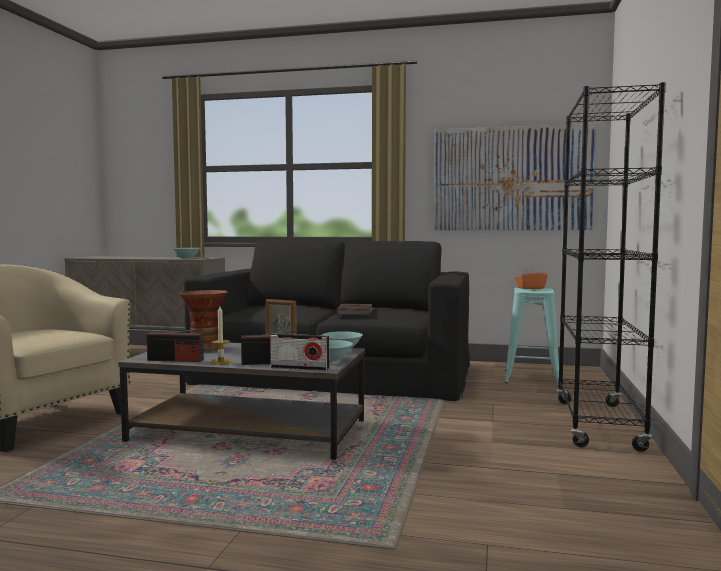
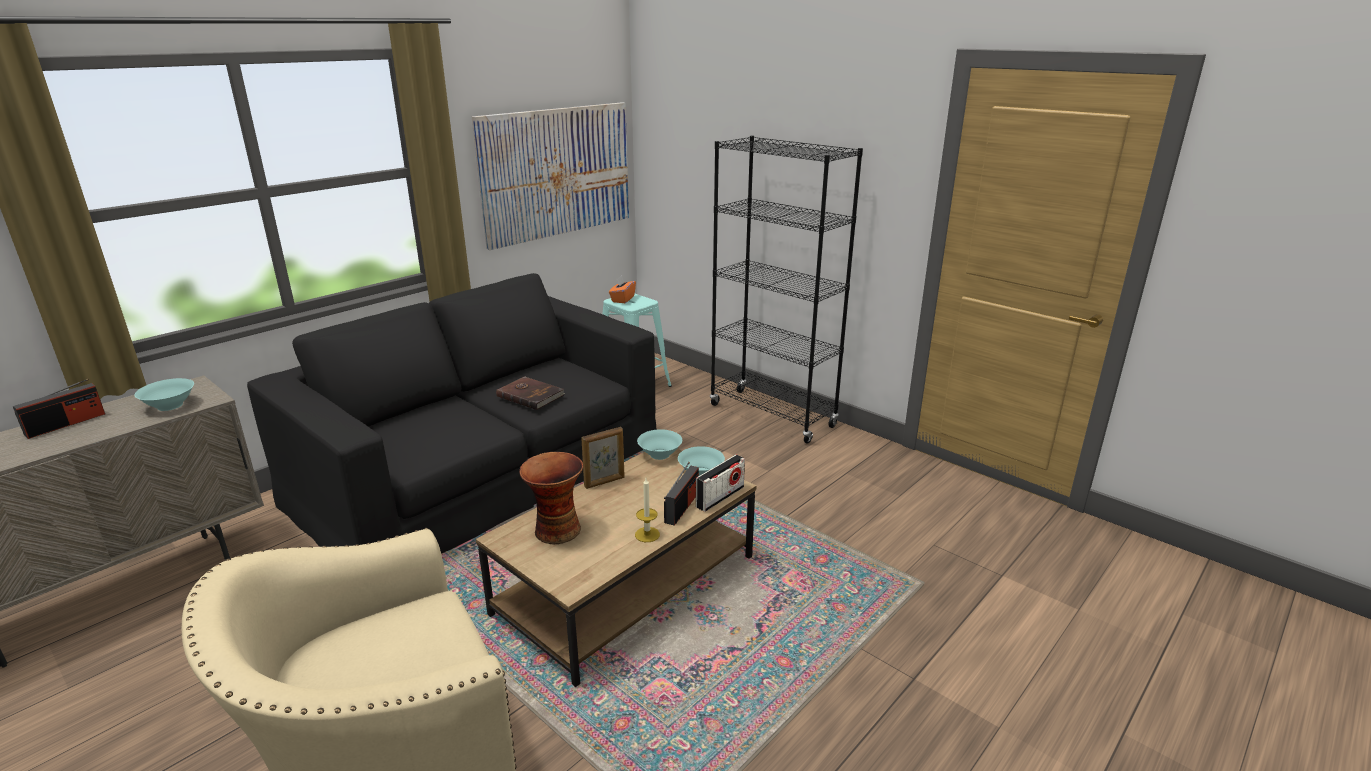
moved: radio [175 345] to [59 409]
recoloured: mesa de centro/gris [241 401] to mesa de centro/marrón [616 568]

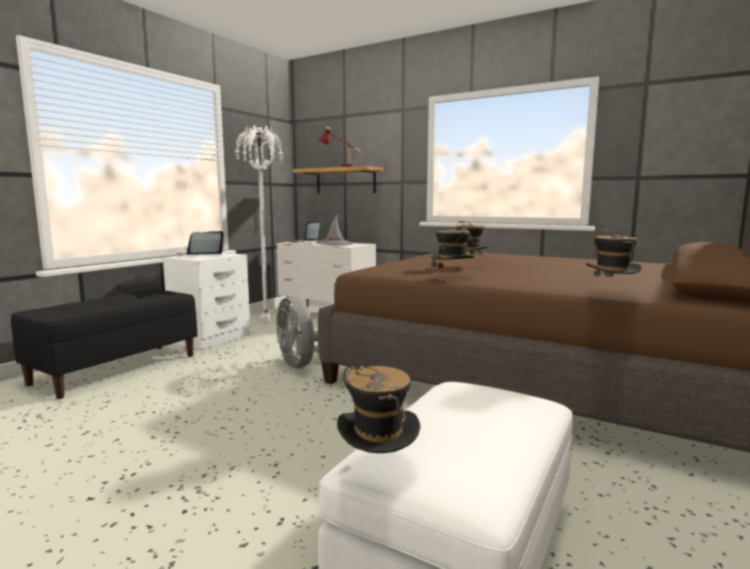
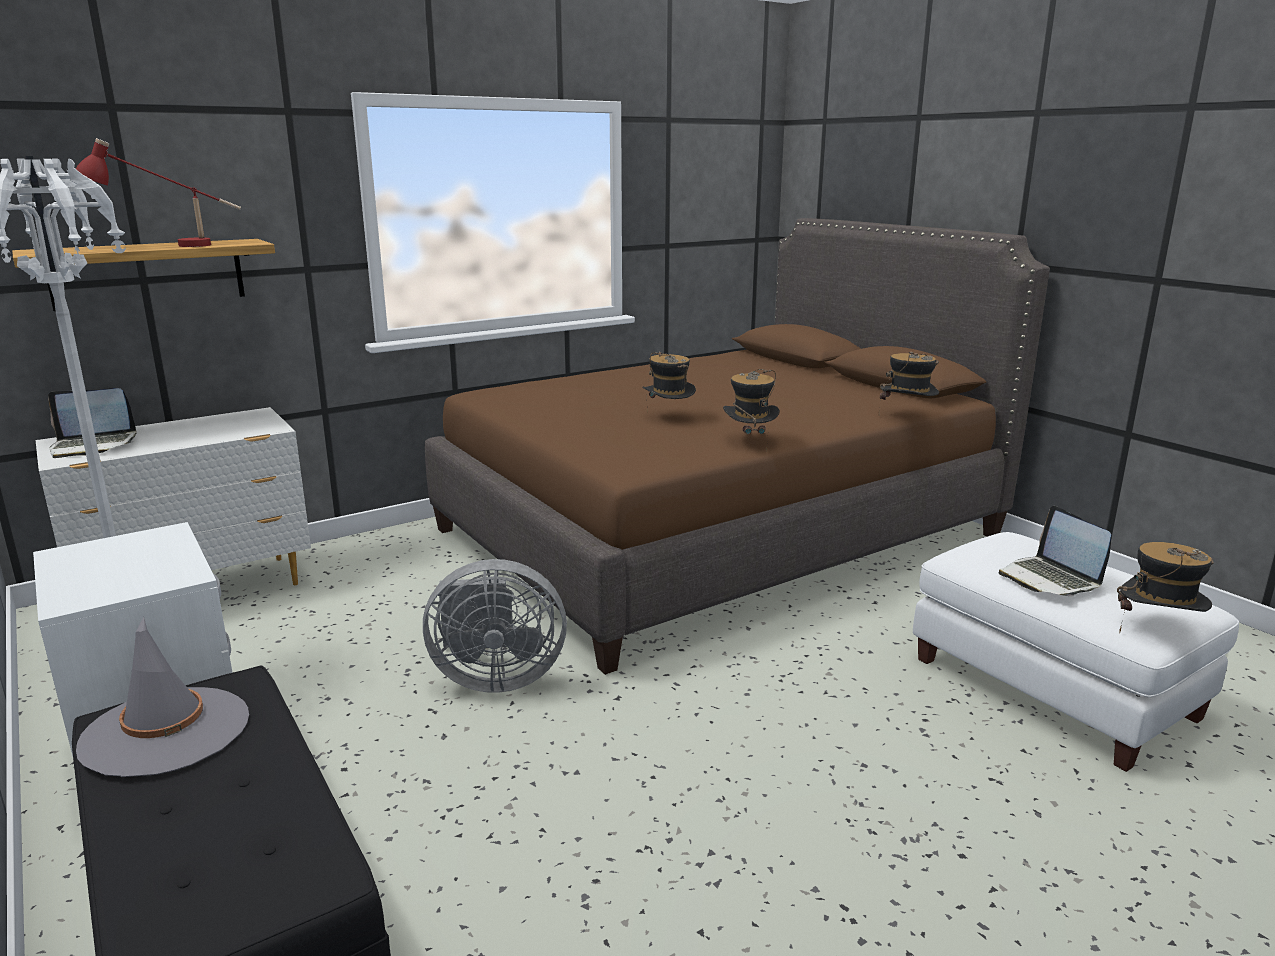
moved: sombrero/gris [334 230] to [162 697]; portátil [200 243] to [1055 551]

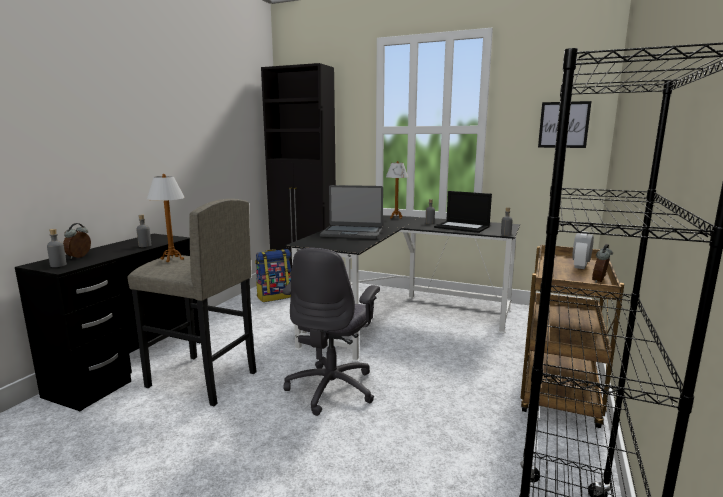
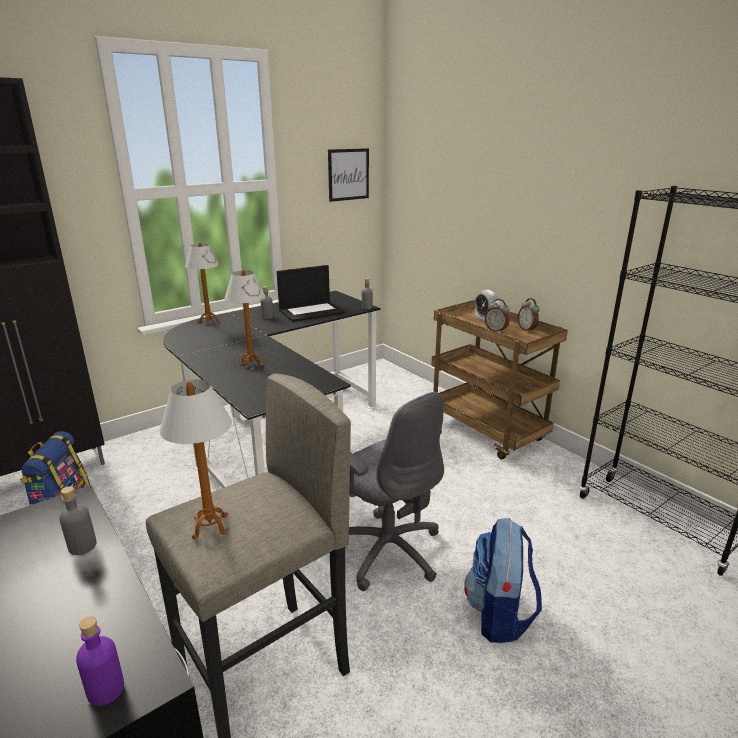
added: mochila [503 580]
moved: despertador [77 241] to [497 316]
replaced: portátil [351 212] to lámpara de mesa [245 319]
recoloured: botella/gris [57 248] to botella/morado [100 661]

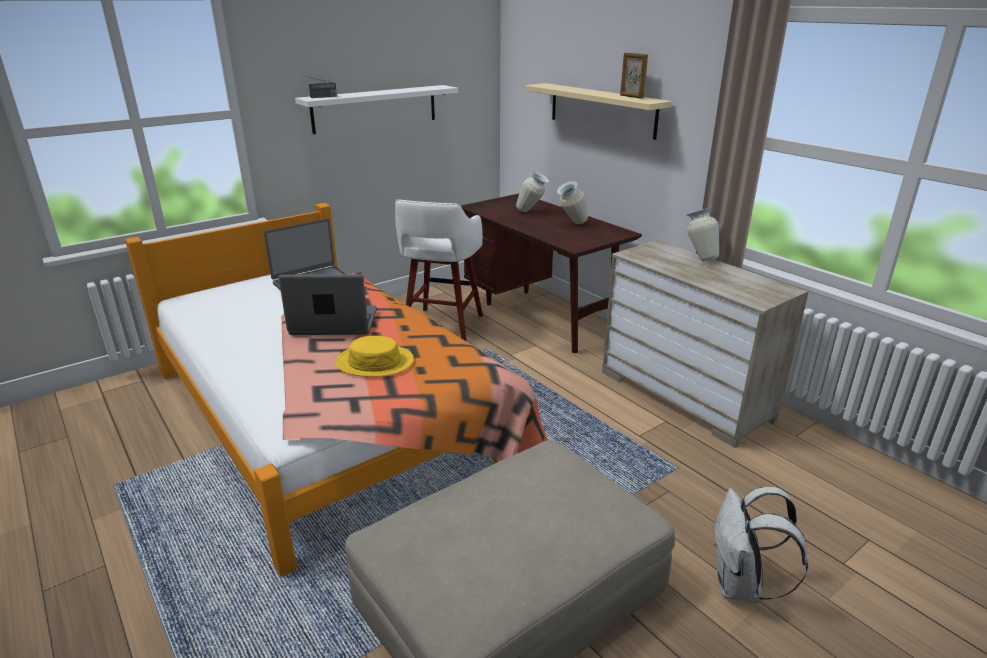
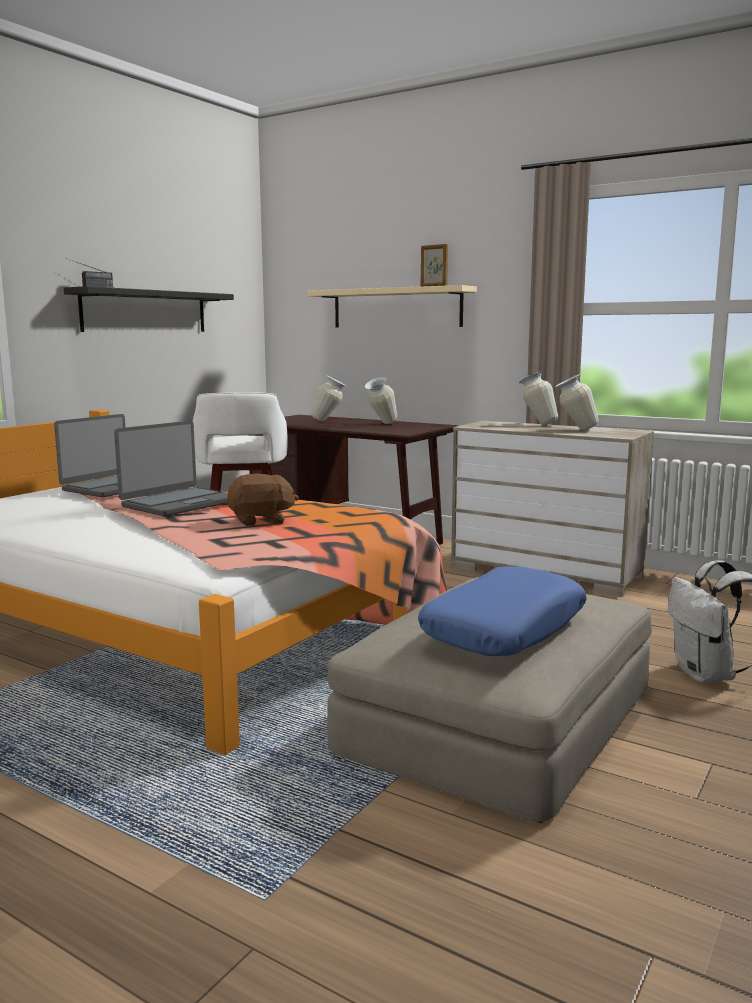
added: florero [577 402]; cojín/azul [502 611]
replaced: sombrero/amarillo [374 356] to peluche/marrón [262 500]
recoloured: estante/blanco [376 109] to estante/negro [149 309]
turned: portátil [328 304] = [171 468] 150 degrees clockwise

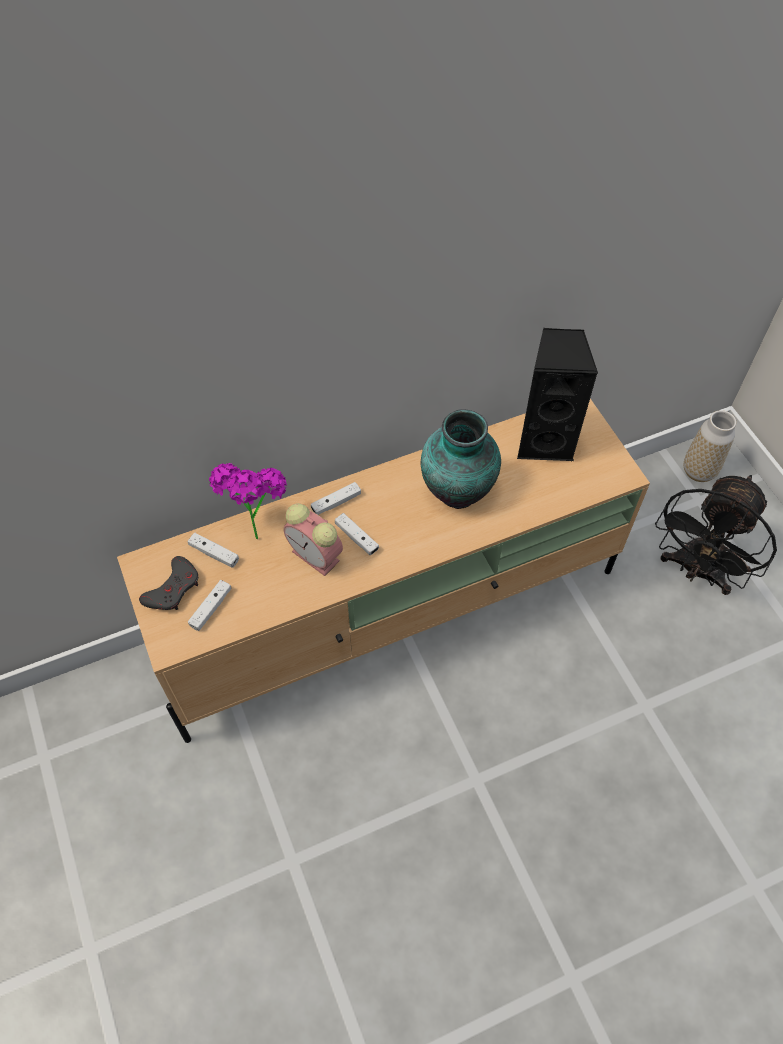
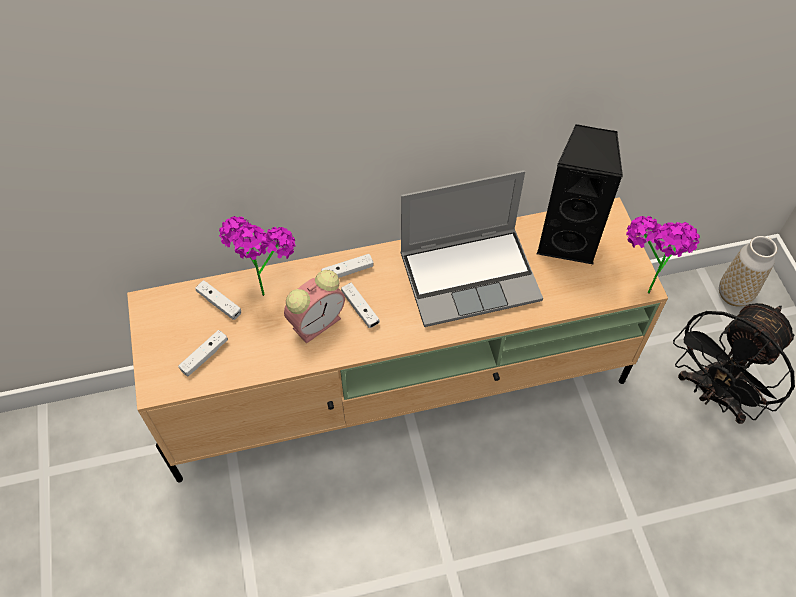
removed: mando de consola/gris [168 583]
added: planta en maceta [663 254]
replaced: florero [461 459] to portátil [471 248]
turned: despertador [313 539] = [314 307] 90 degrees counterclockwise

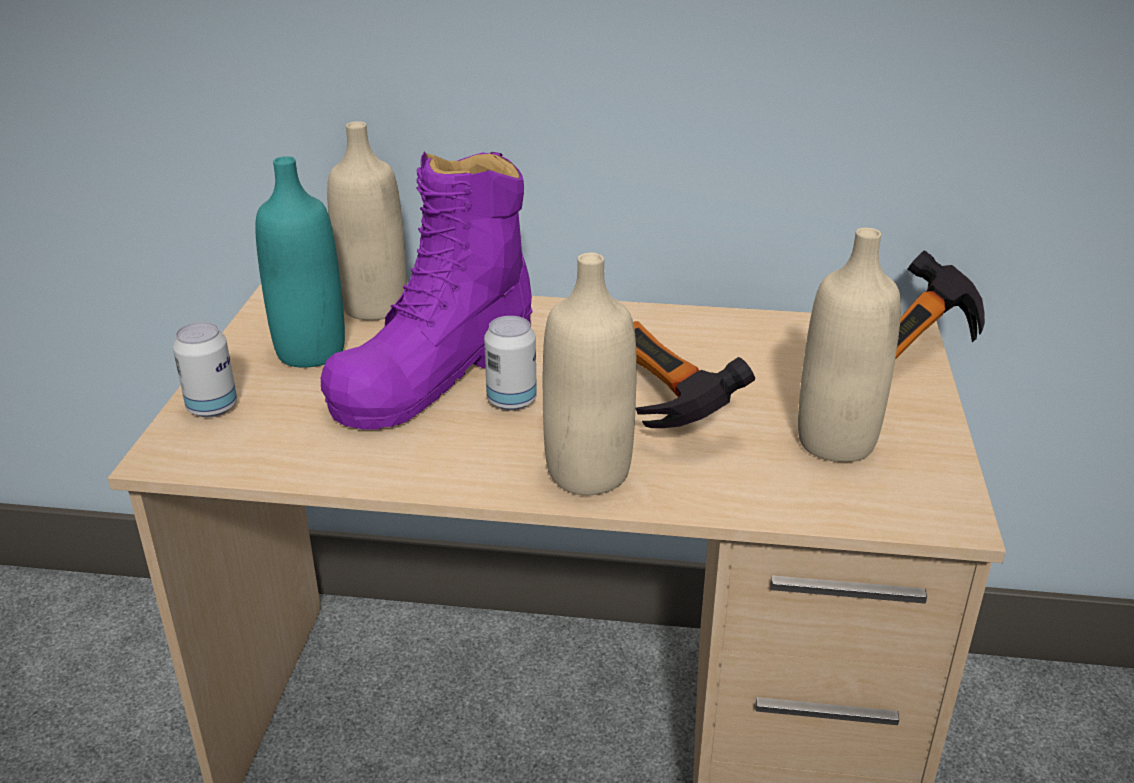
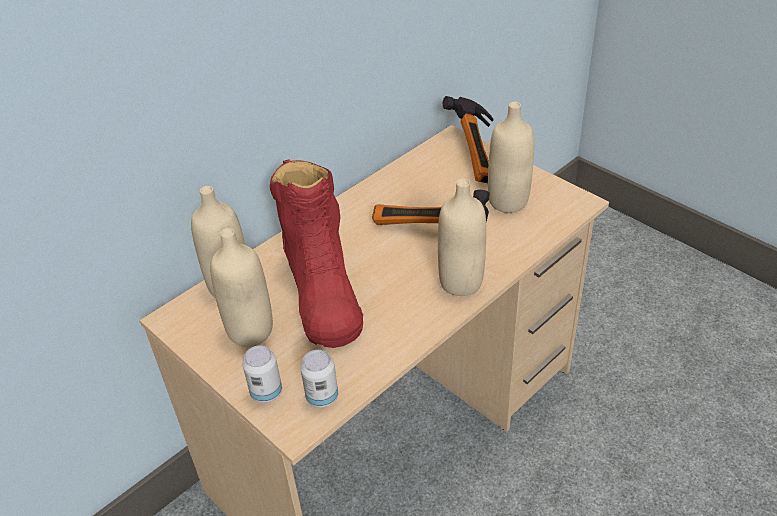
moved: lata [510 363] to [319 378]
recoloured: bota/morado [427 291] to bota/rojo [316 253]; botella/turquesa [300 262] to botella/beis [241 287]

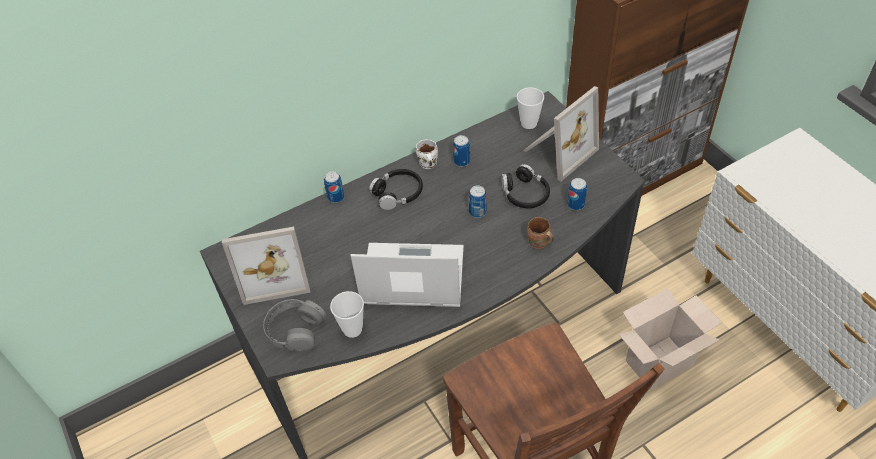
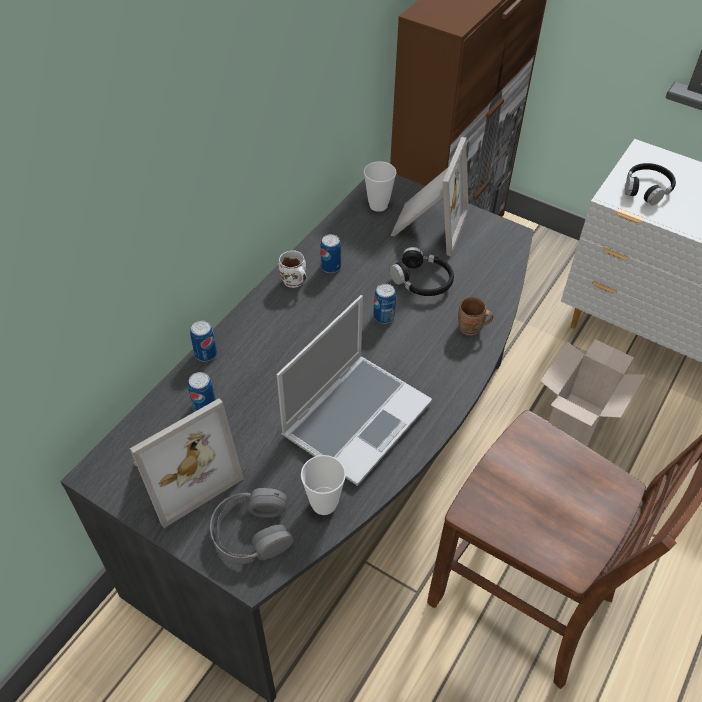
moved: auriculares/negro [396 189] to [650 184]; lata [577 194] to [202 391]
turned: portátil [407 275] = [354 390] 150 degrees clockwise

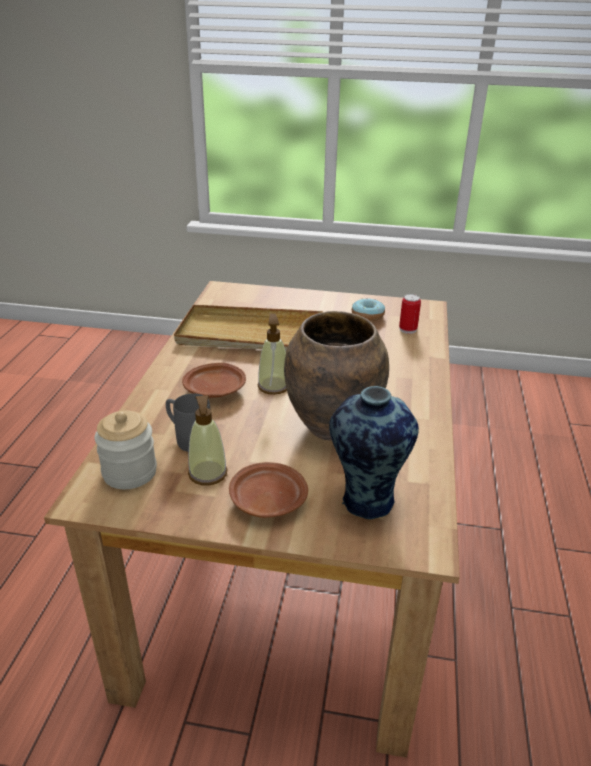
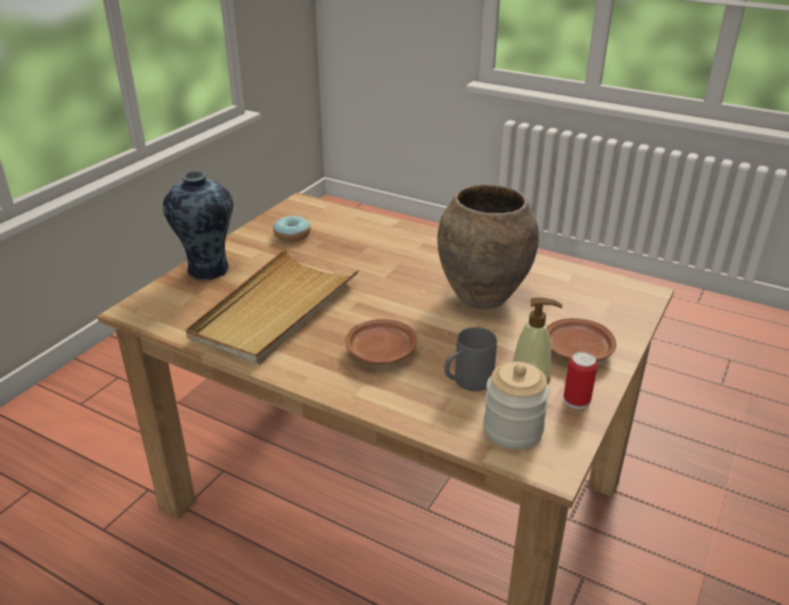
removed: dispensador de jabón [272 354]
moved: lata [410 314] to [580 380]; florero [374 452] to [198 225]

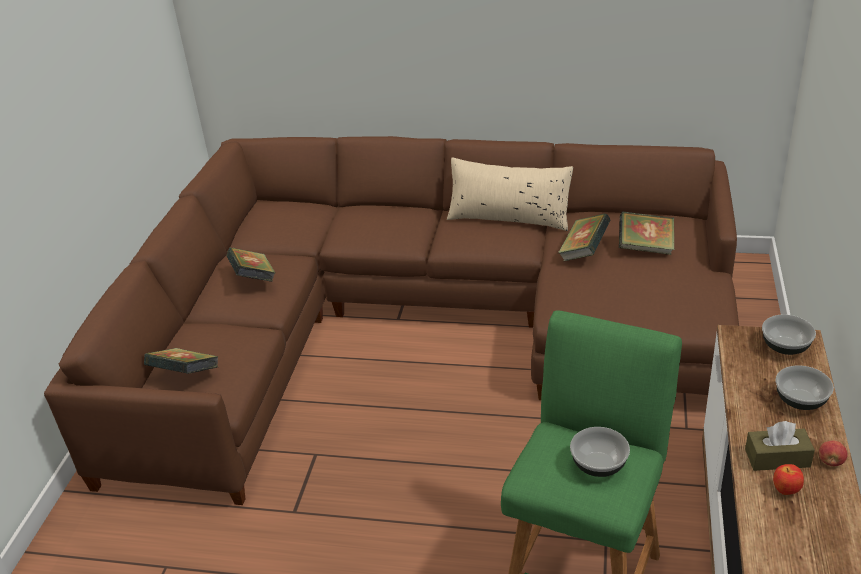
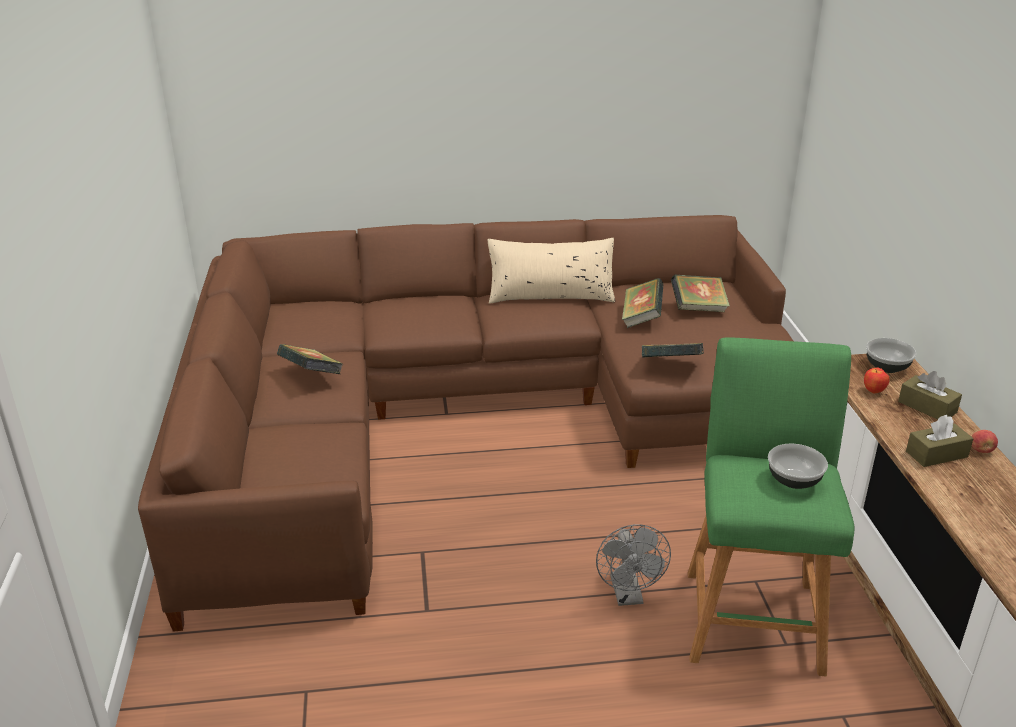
added: ventilador/gris [633 565]
moved: libro [181 361] to [673 350]; manzana [788 479] to [877 381]
replaced: cuenco [805 388] to caja de pañuelos/marrón [930 395]

